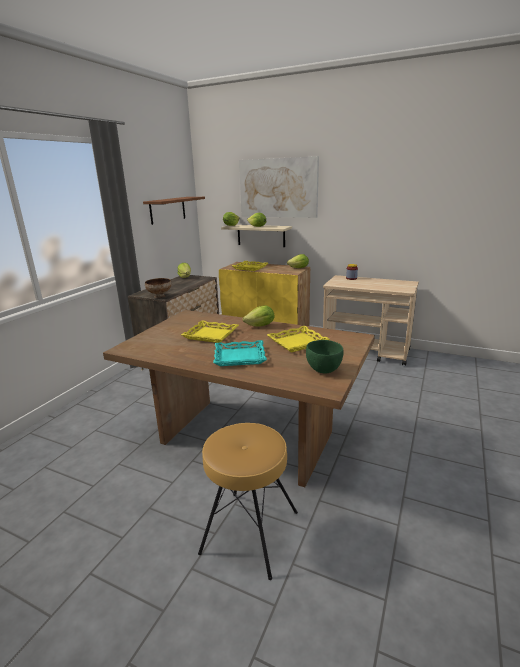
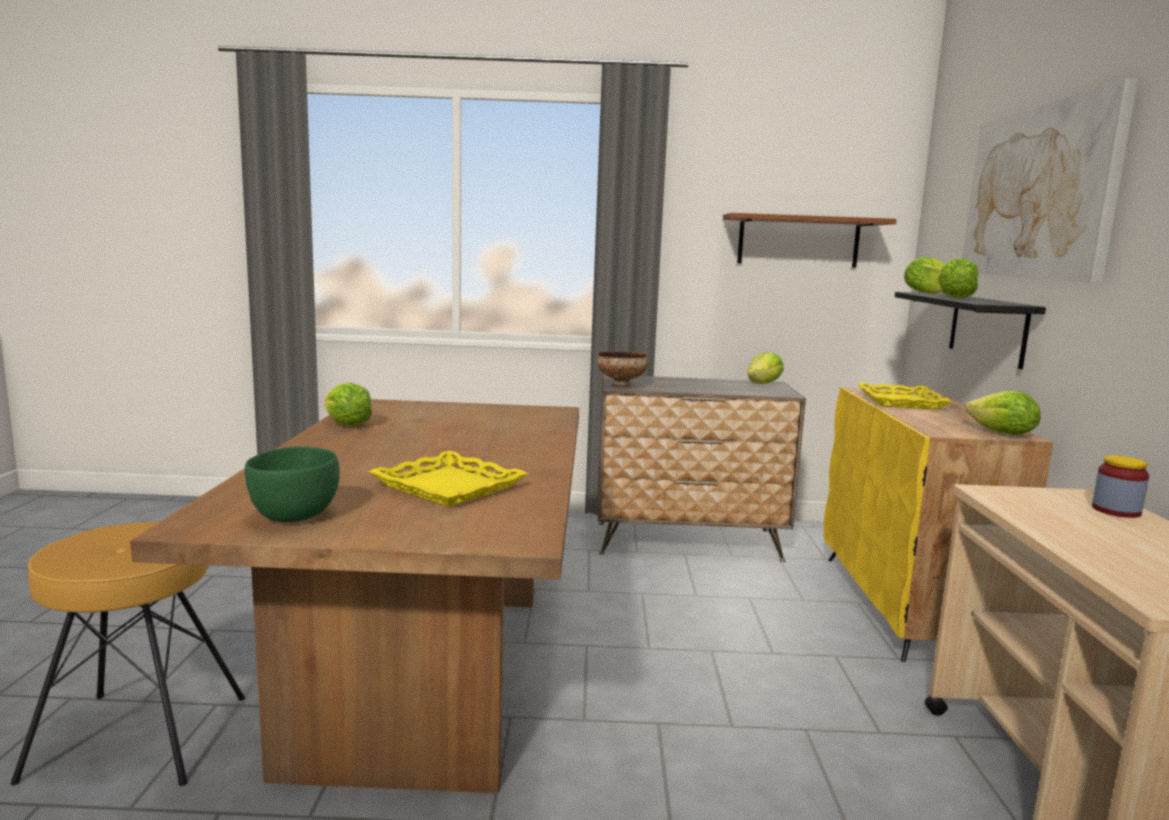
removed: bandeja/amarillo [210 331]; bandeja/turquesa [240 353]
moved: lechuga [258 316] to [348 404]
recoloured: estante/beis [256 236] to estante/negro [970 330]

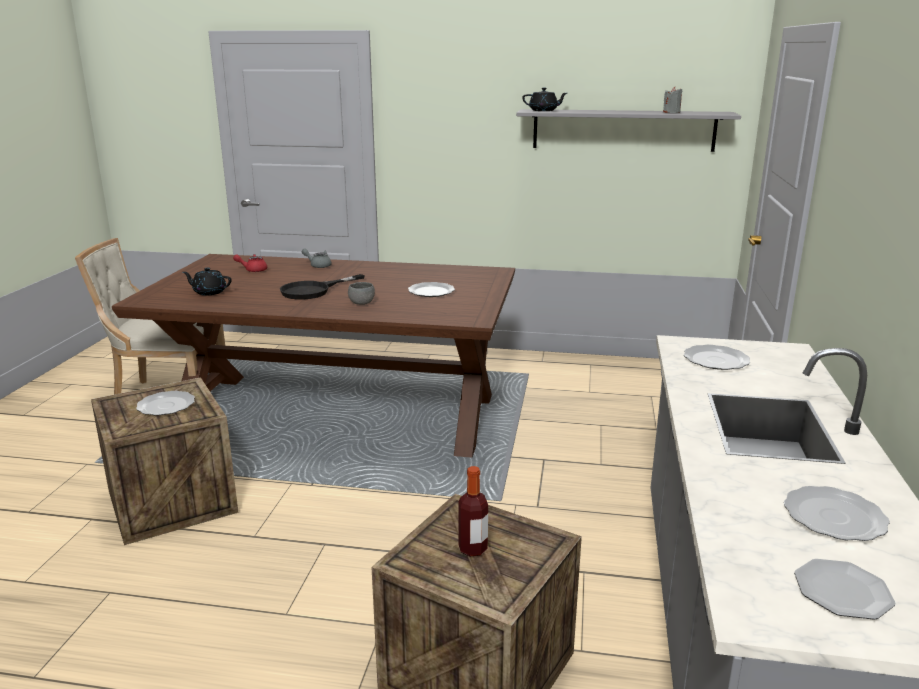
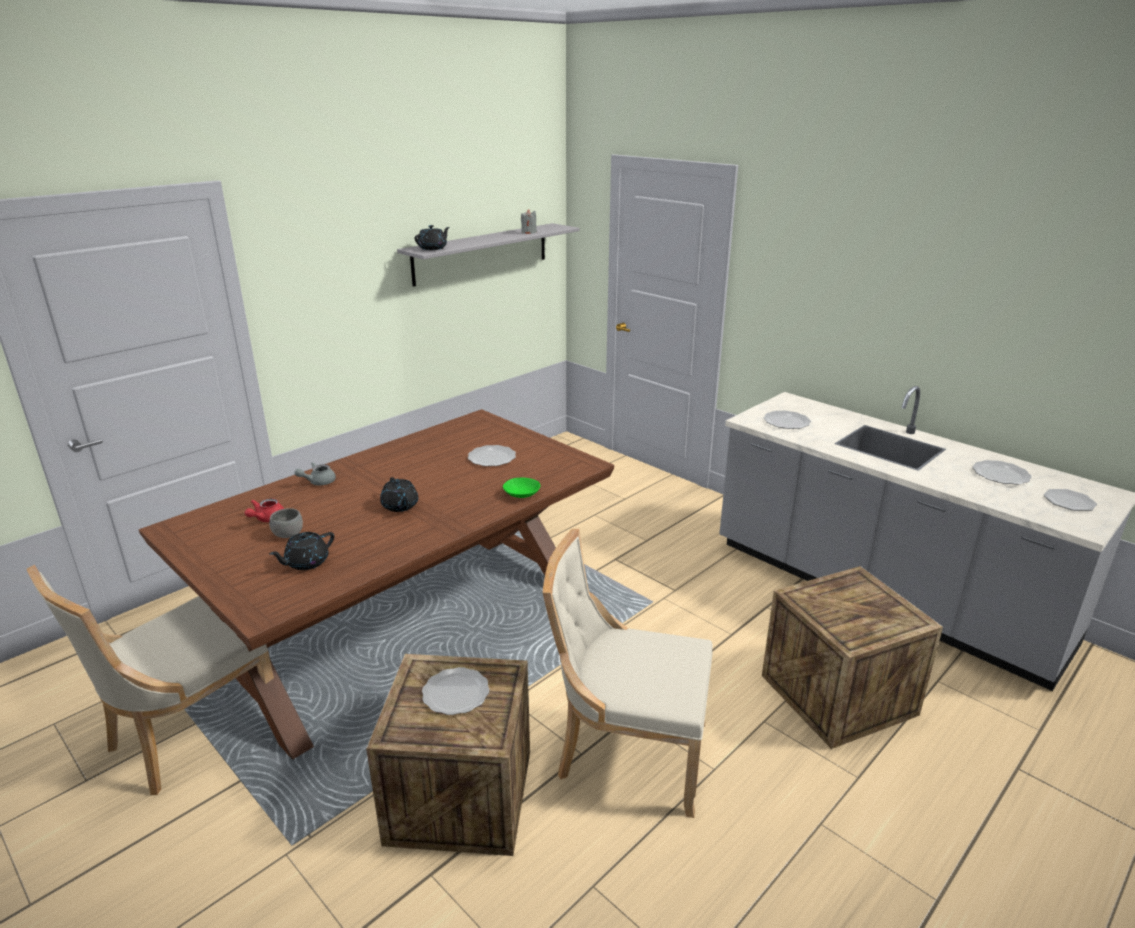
removed: botella [473 511]
added: cuenco/verde [521 488]; silla/beis [628 673]
moved: cuenco/gris [361 293] to [286 523]
replaced: sartén/negro [322 287] to tetera/negro [399 494]

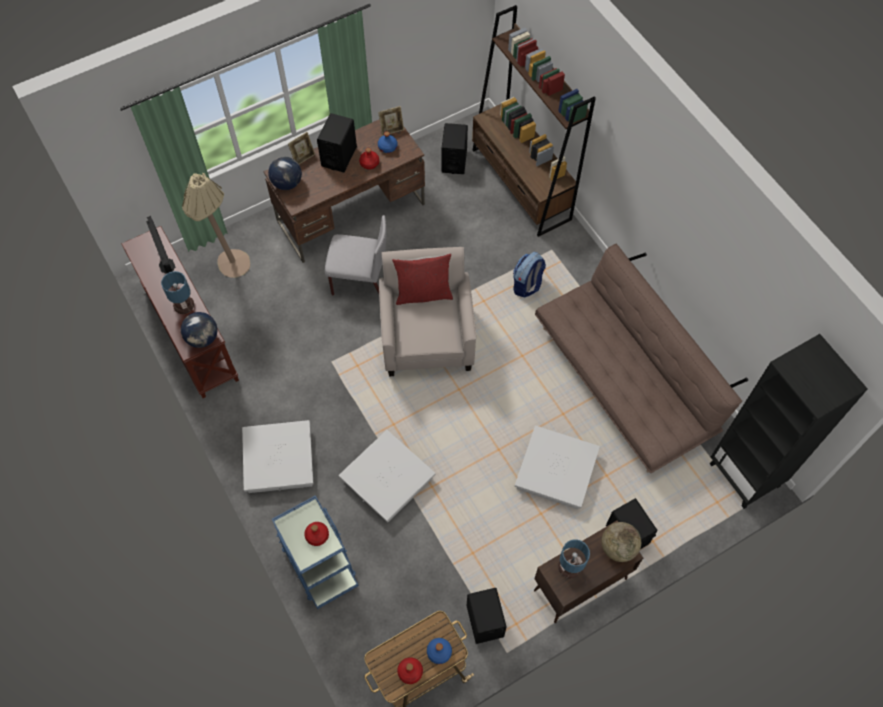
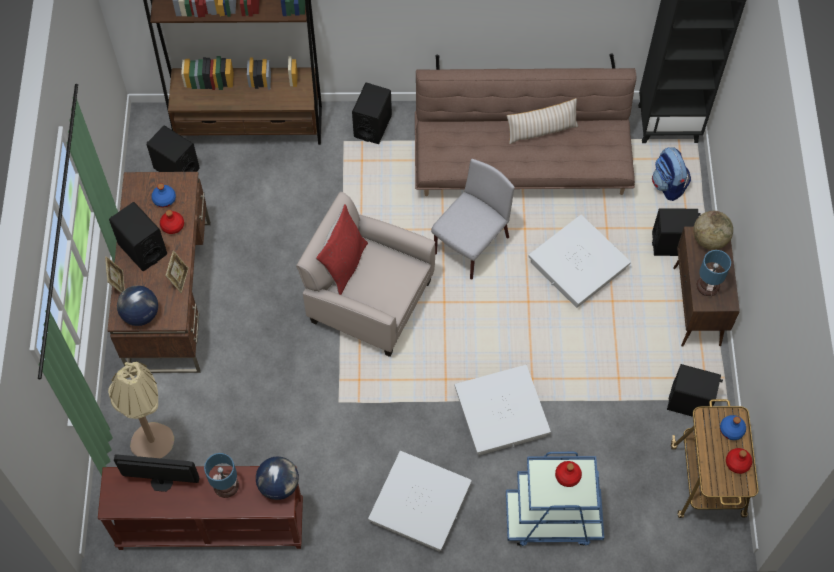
added: altavoz/negro [372 113]; cojín/beis [542 121]
moved: portarretratos [391 121] to [177 272]; silla/gris [356 255] to [472 219]; mochila [529 274] to [671 174]

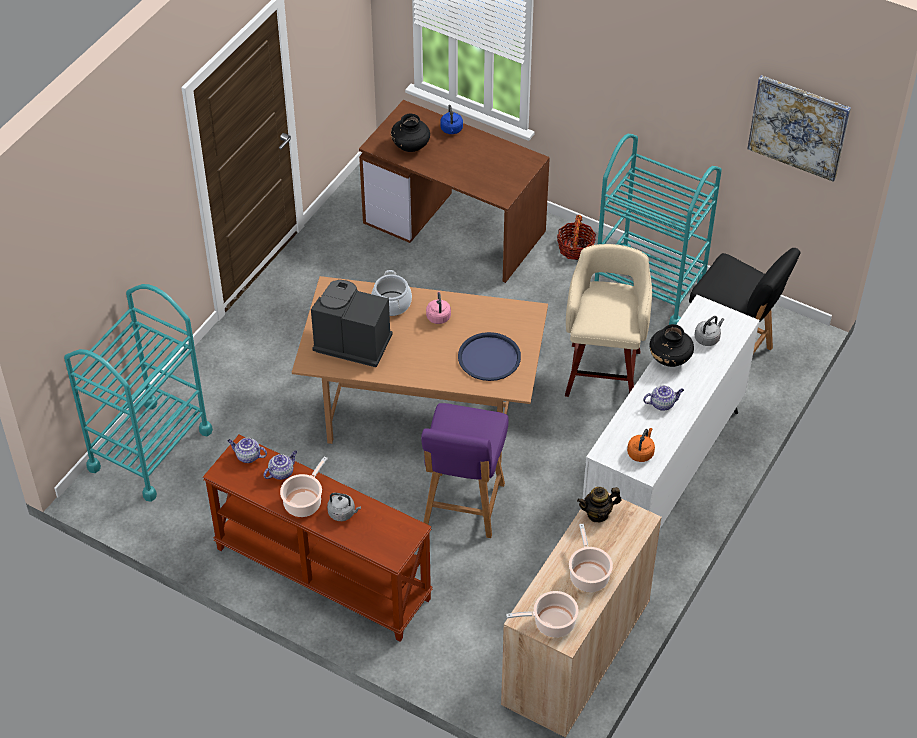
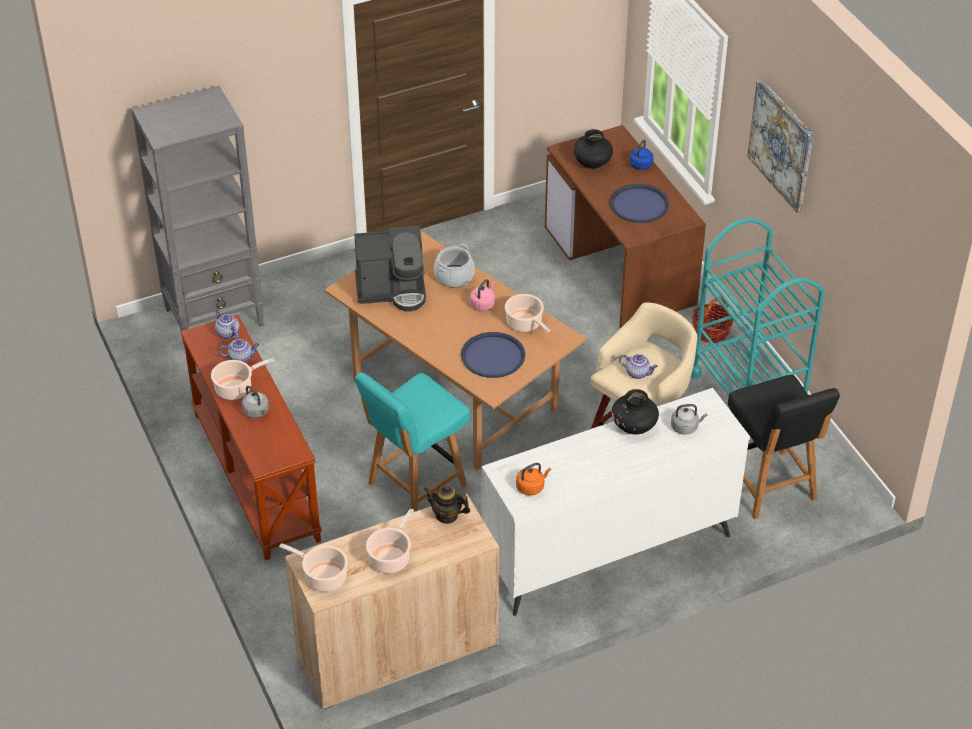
added: bandeja/azul [639 203]; olla [527 313]
moved: cuadro [799 128] to [780 146]; tetera [663 398] to [638 366]
replaced: carrito/turquesa [138 393] to estantería/gris [198 216]
recoloured: silla/morado [464 470] to silla/turquesa [412 442]
turned: cafetera [352 323] = [390 268] 120 degrees clockwise

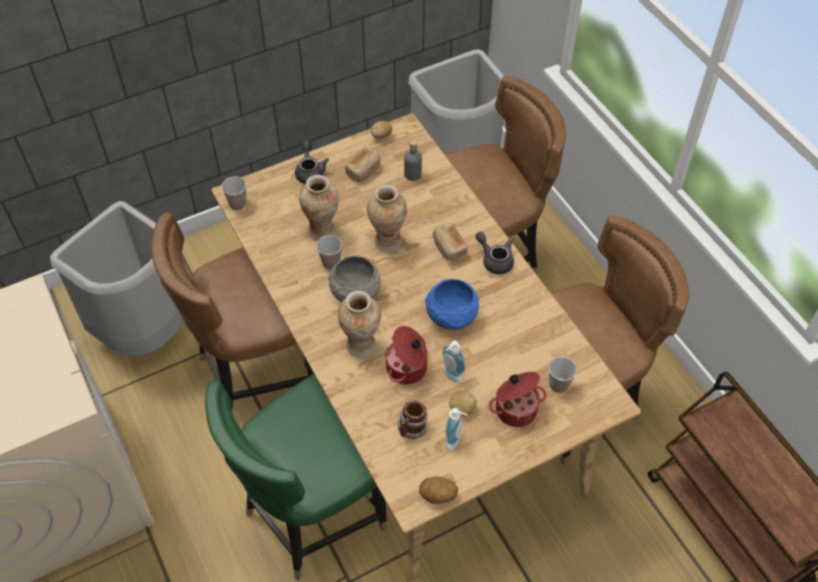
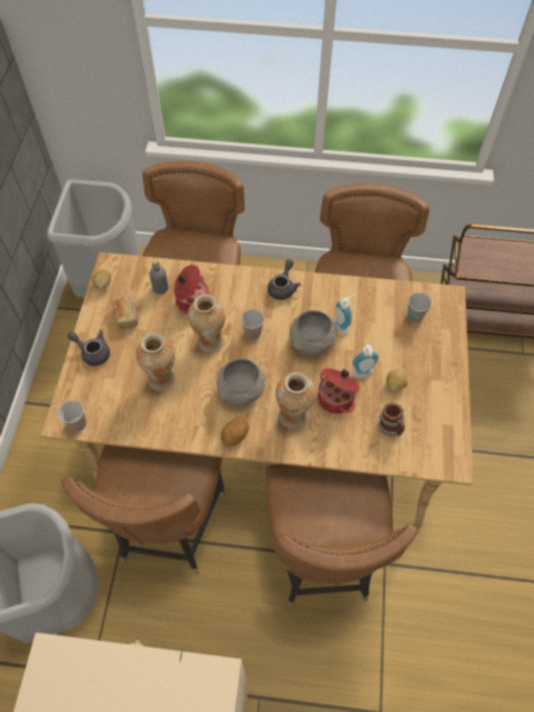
removed: pan [450 242]
moved: taza [329 252] to [252 324]; olla [518 399] to [192 289]; dispensador de jabón [456 429] to [344 315]; patata [438 490] to [235 431]
recoloured: cuenco/azul [452 304] to cuenco/gris [313 333]; silla/verde [296 477] to silla/marrón [342 536]
turned: tetera/gris [494 253] = [284 279] 120 degrees clockwise

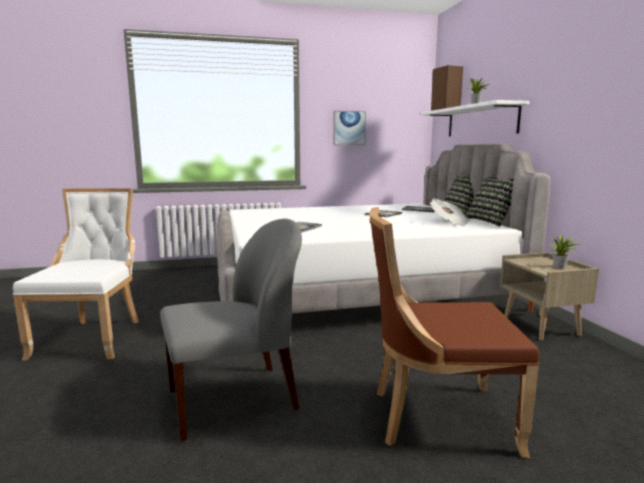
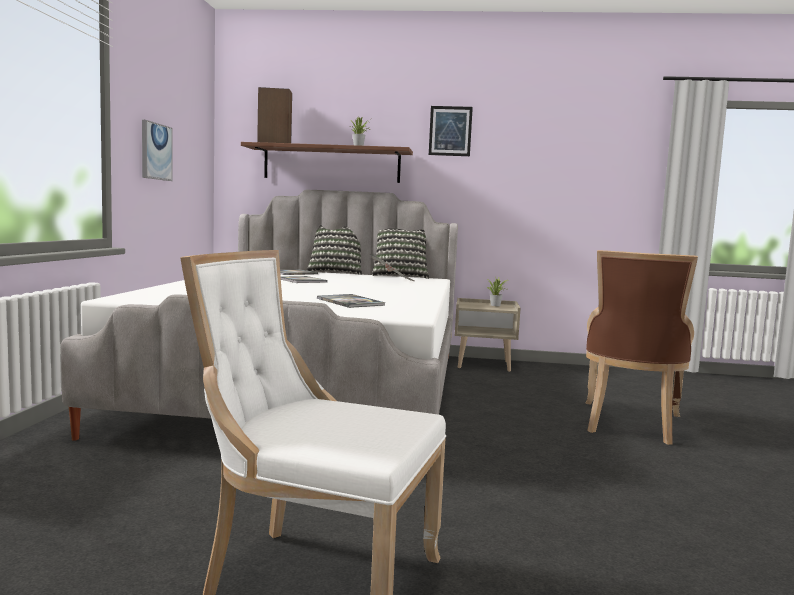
removed: silla/gris [231 330]
added: cuadro [451 131]
recoloured: estante/blanco [475 118] to estante/marrón [327 162]

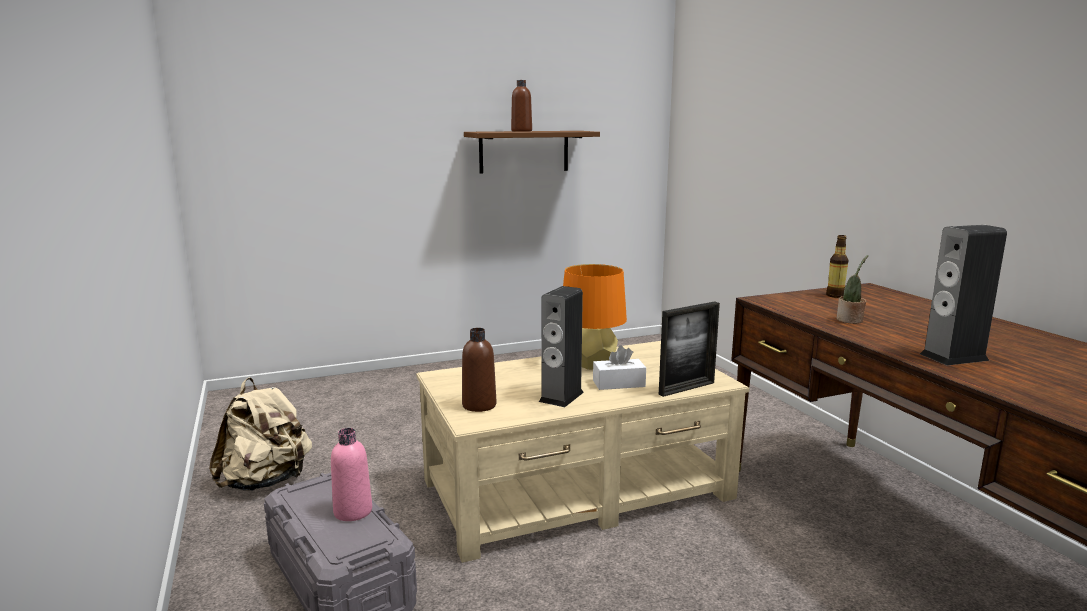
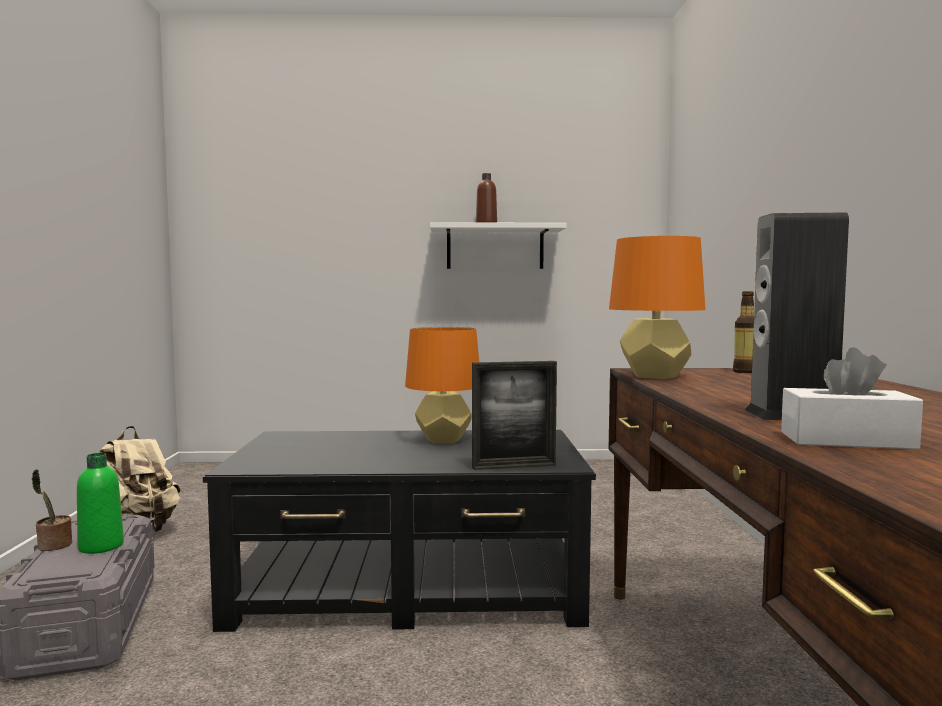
removed: altavoz [561 346]; botella/marrón [479 370]
added: lámpara de mesa/naranja [657 307]
moved: planta en maceta [852 289] to [52 510]; caja de pañuelos/blanco [619 367] to [852 398]
recoloured: estante/marrón [532 152] to estante/blanco [498 245]; mesa de centro/beis [583 452] to mesa de centro/negro [399 531]; botella/rosa [351 474] to botella/verde [100 503]

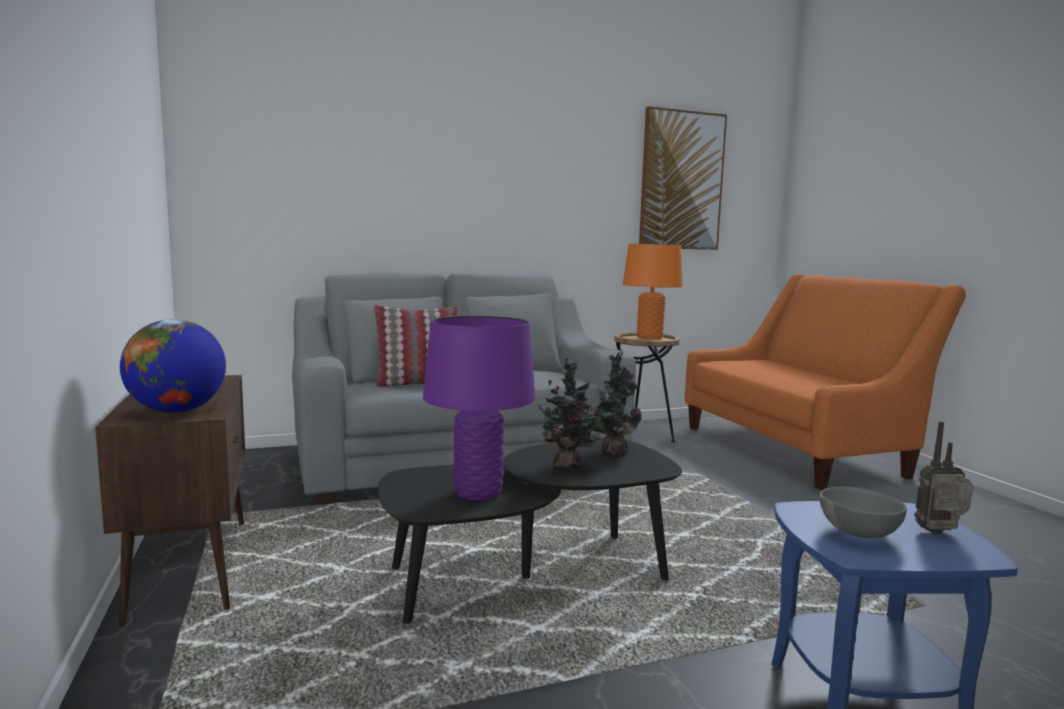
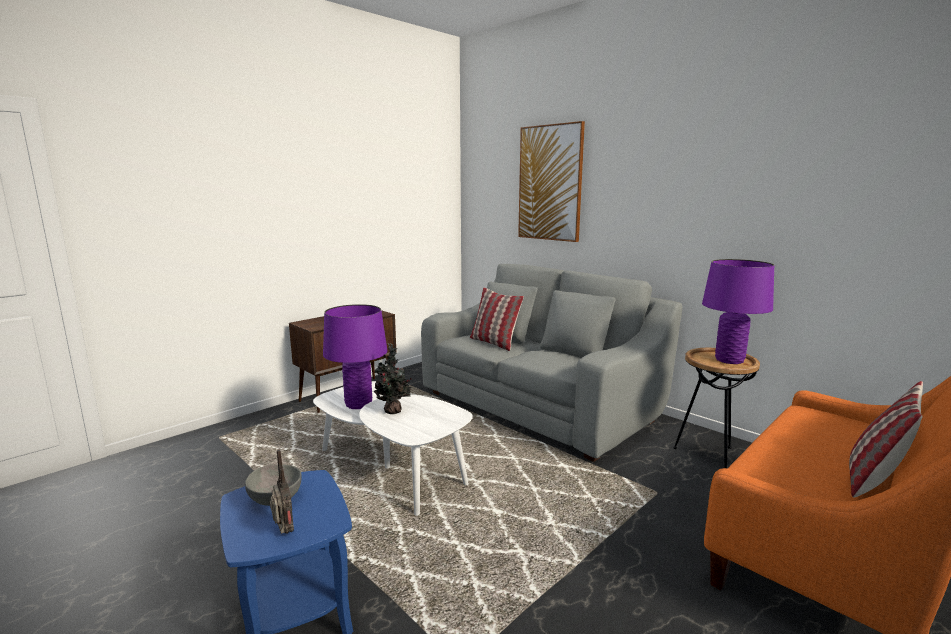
removed: globo terráqueo [173 366]; planta en maceta [616 403]
added: cojín [886 439]
moved: cuadro [683 178] to [551 181]
recoloured: lámpara de mesa/naranja [653 292] to lámpara de mesa/morado [738 311]; mesa de centro/negro [530 531] to mesa de centro/blanco [393 448]

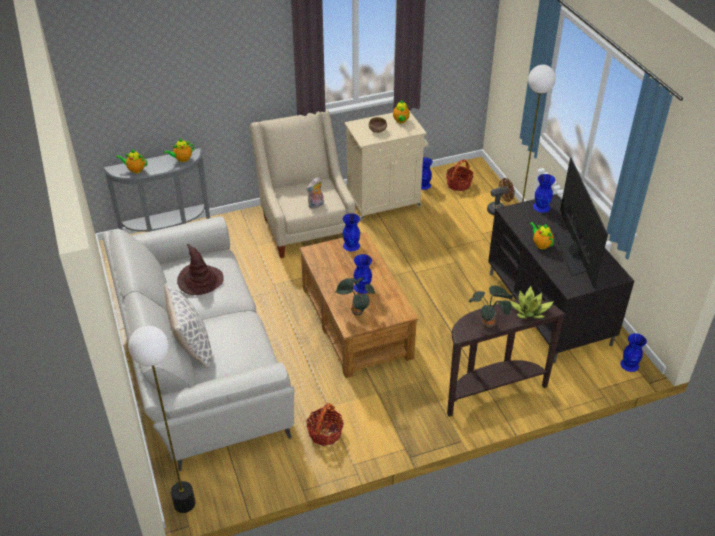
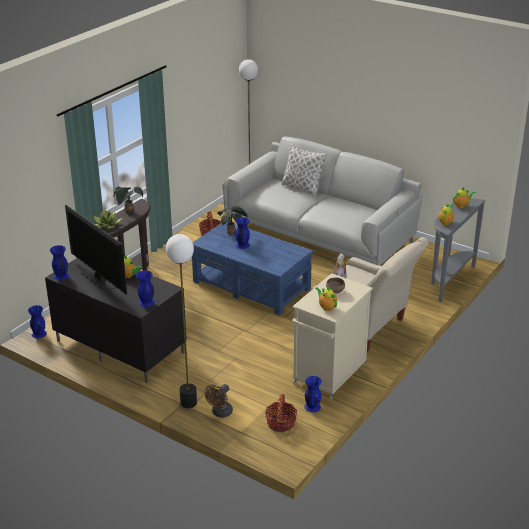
removed: sombrero/marrón [200 269]
moved: florero/azul [351 232] to [59 263]
recoloured: mesa de centro/marrón [359 305] to mesa de centro/azul [252 268]

